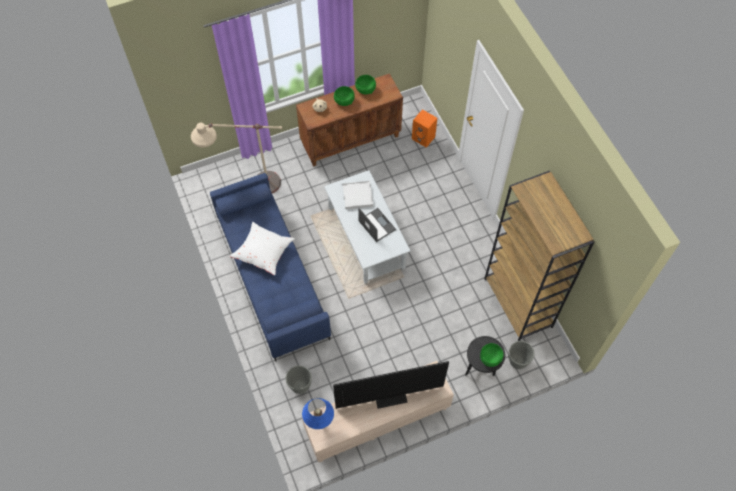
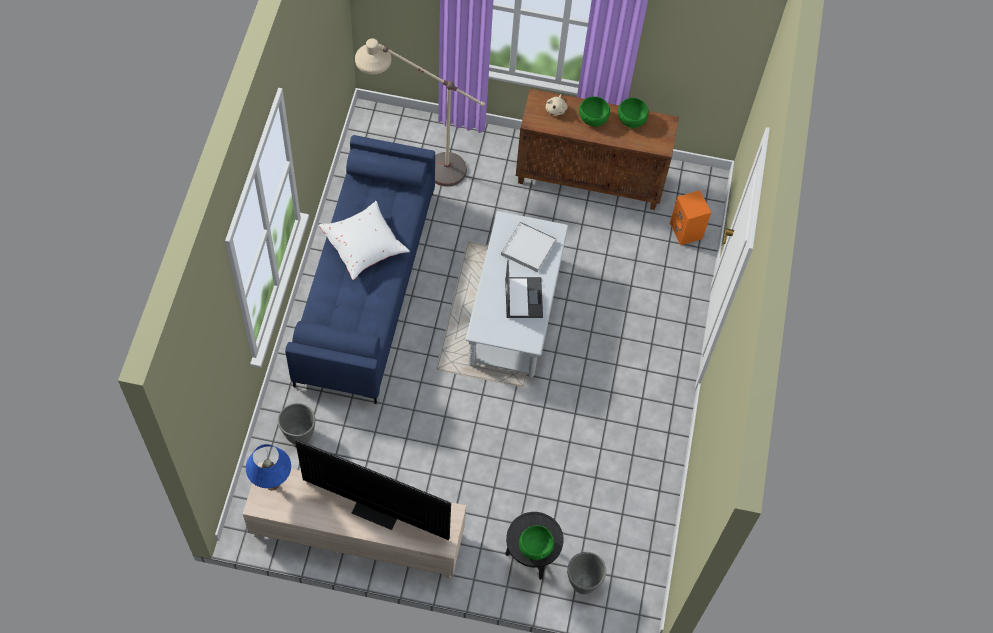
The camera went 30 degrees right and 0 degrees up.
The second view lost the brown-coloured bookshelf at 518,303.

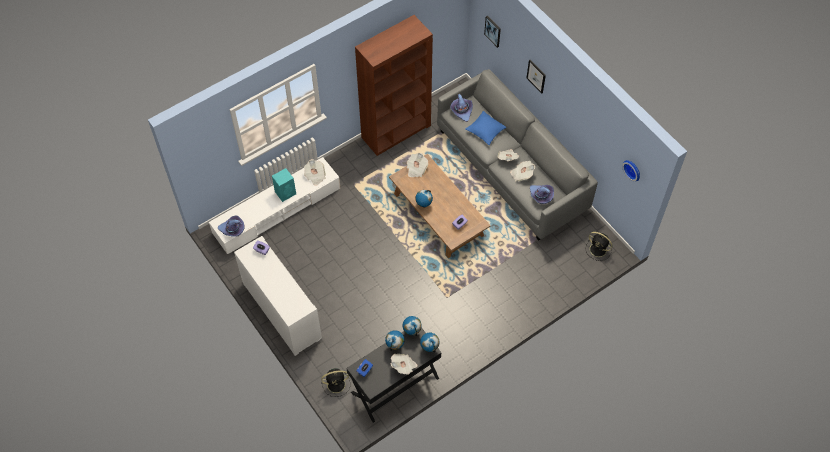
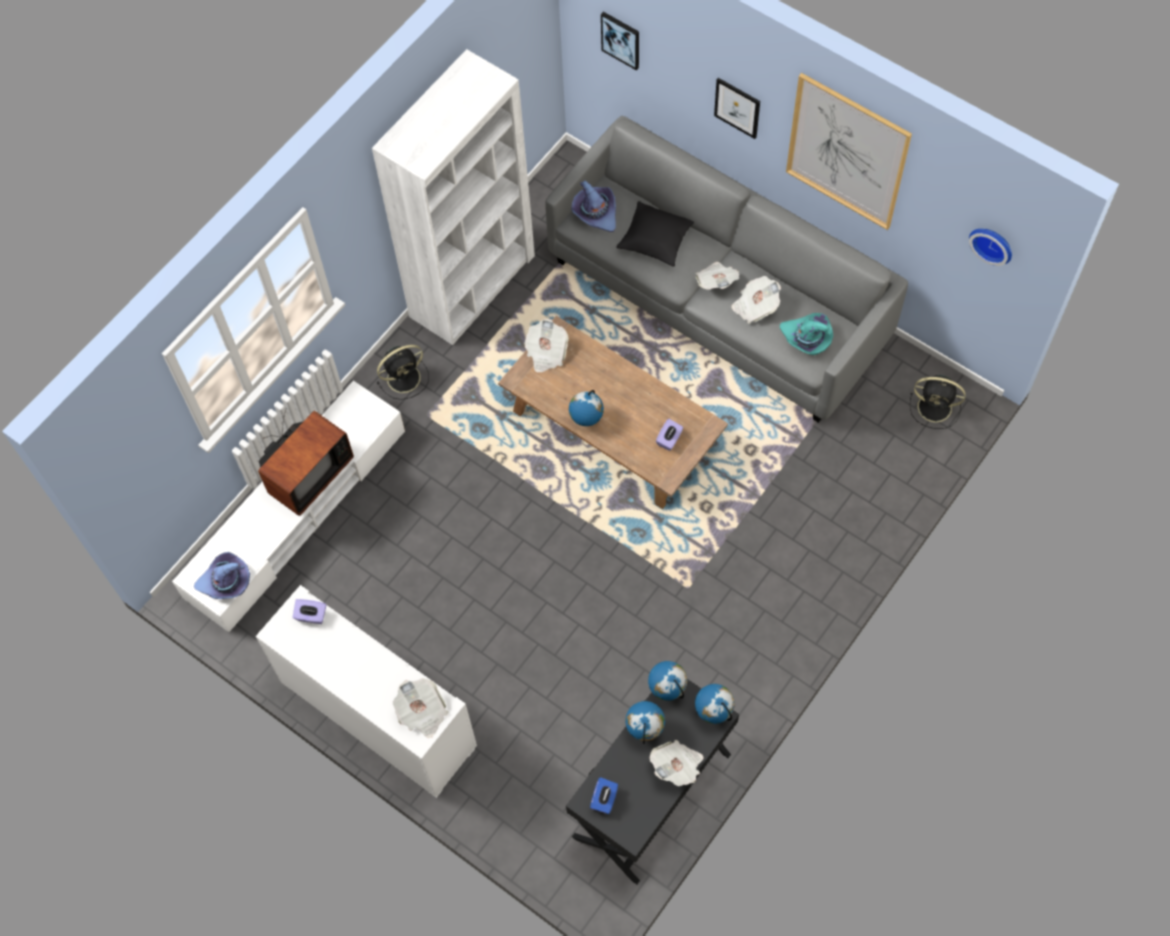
The camera went 15 degrees left and 5 degrees up.
Where the turquoise-coloured loudspeaker stood at 286,192, the television came to stand at 306,474.
The printed paper ended up elsewhere, having gone from 315,176 to 422,713.
The blackish electric fan ended up elsewhere, having gone from 337,384 to 405,377.
What was the brown-coloured bookshelf at 396,131 turned into the whitish bookshelf at 473,285.
What was the blue cushion at 485,130 turned into the blackish cushion at 655,239.
What was the purplish clothing hat at 541,196 turned into the turquoise-coloured clothing hat at 807,338.
The second view gained the picture at 847,152.

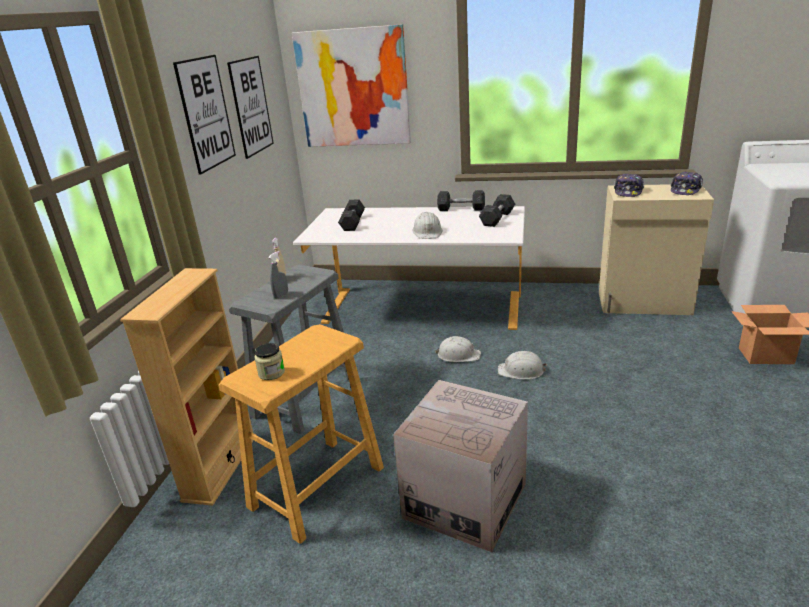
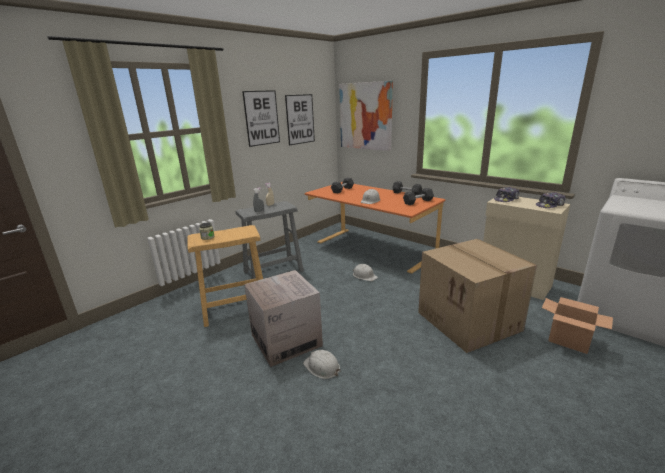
The camera went 30 degrees right and 5 degrees down.
The second view lost the beige bookshelf at 220,467.
What was the whitish desk unit at 420,310 turned into the orange-coloured desk unit at 371,249.
The whitish hard hat ended up elsewhere, having gone from 521,371 to 322,367.
The second view gained the carton at 470,321.

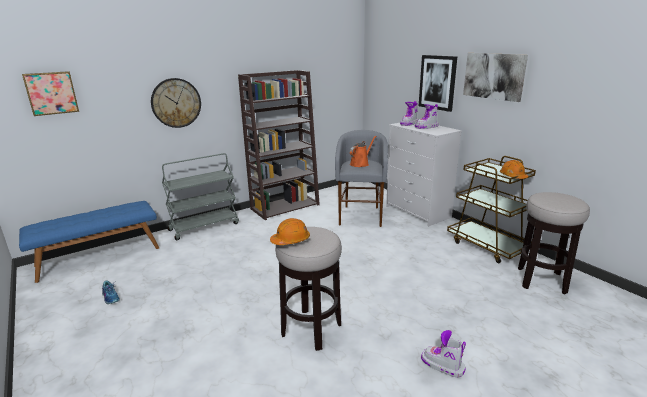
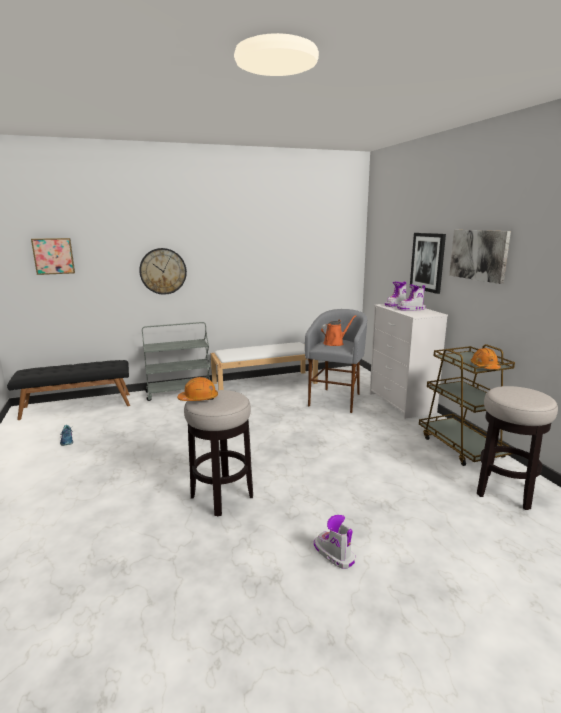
The camera went 15 degrees right and 5 degrees down.
What was the blue long seat at 99,256 turned into the blackish long seat at 77,406.
Where the brown-coloured bookshelf stood at 285,206, the whitish long seat came to stand at 265,383.

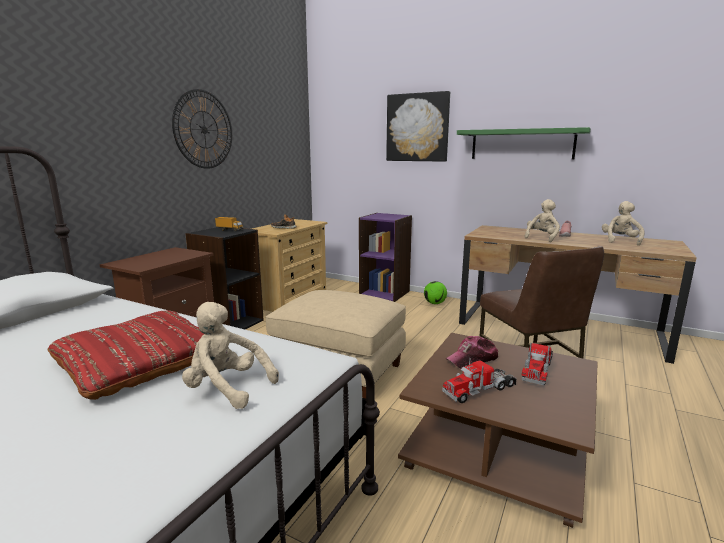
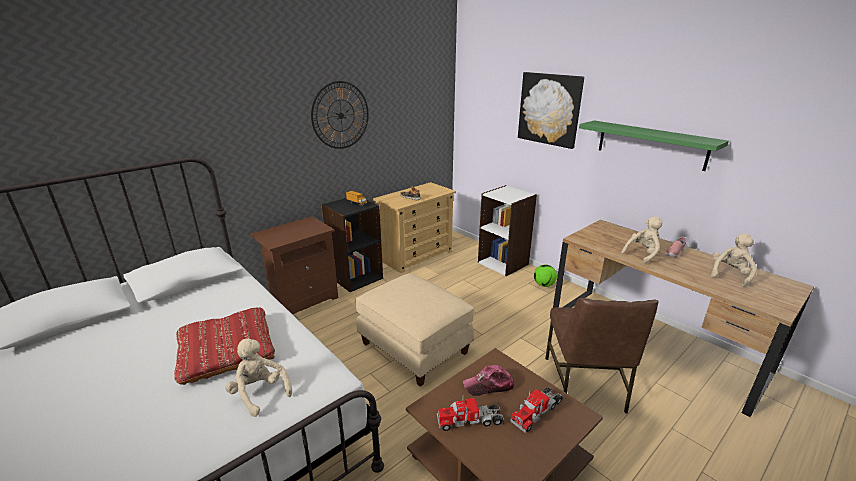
The camera went 20 degrees right and 10 degrees up.
What was the purplish bookshelf at 385,293 turned into the whitish bookshelf at 503,263.

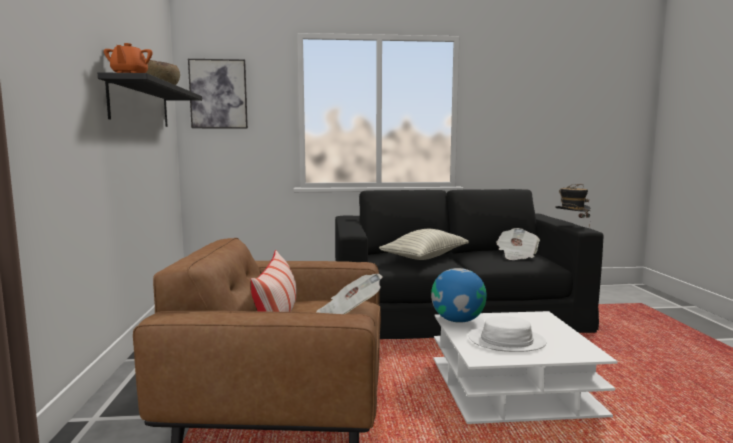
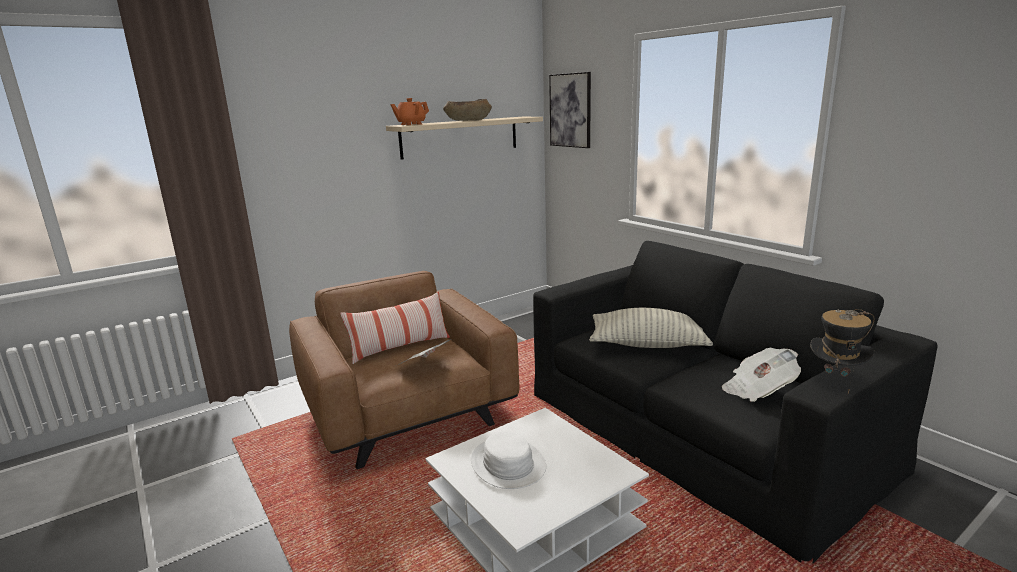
The camera went 60 degrees right and 10 degrees up.
What was the blackish shelf at 140,105 turned into the beige shelf at 460,137.
The second view lost the desk globe at 458,320.

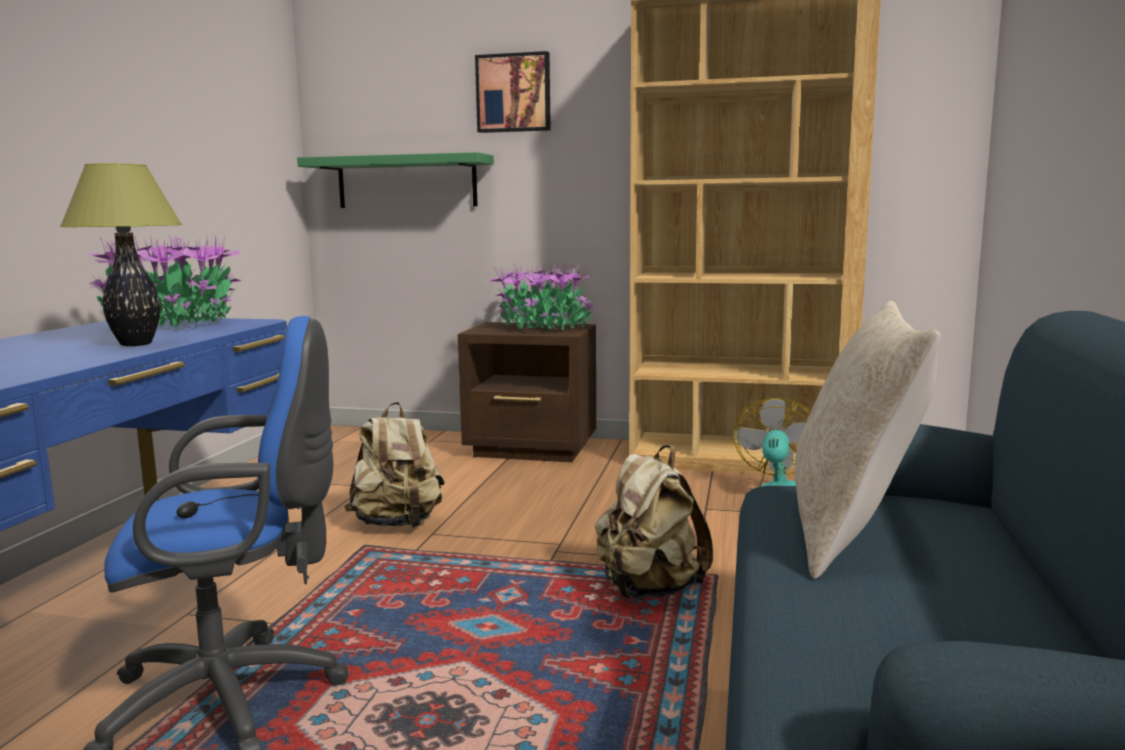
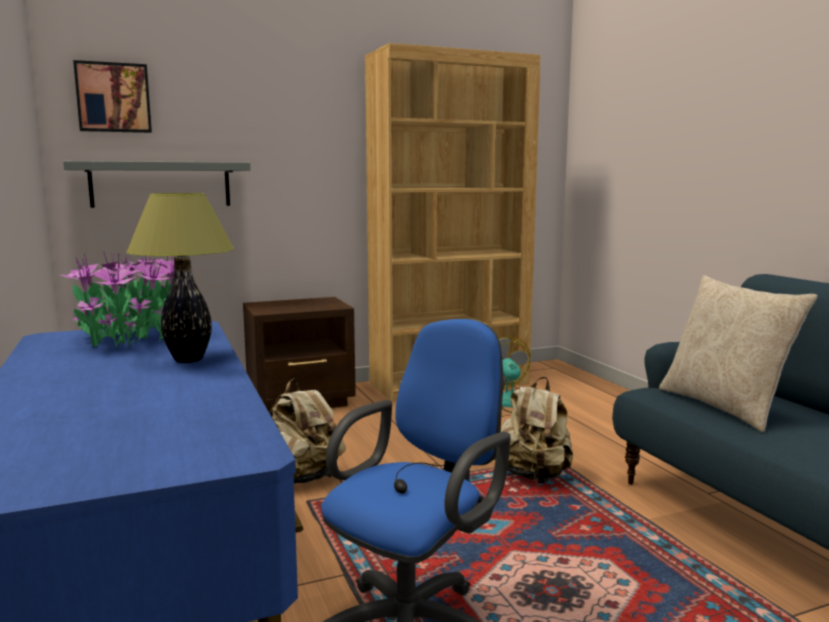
The camera went 35 degrees left and 0 degrees up.
What was the greenish shelf at 407,182 turned into the greyish shelf at 161,184.
The picture ended up elsewhere, having gone from 514,93 to 113,98.
The second view lost the houseplant at 543,328.

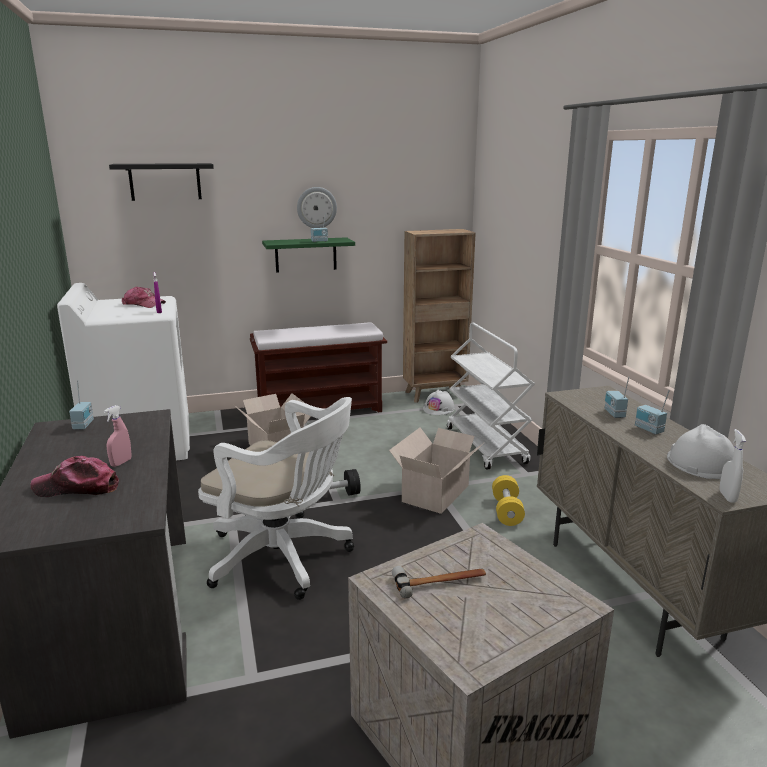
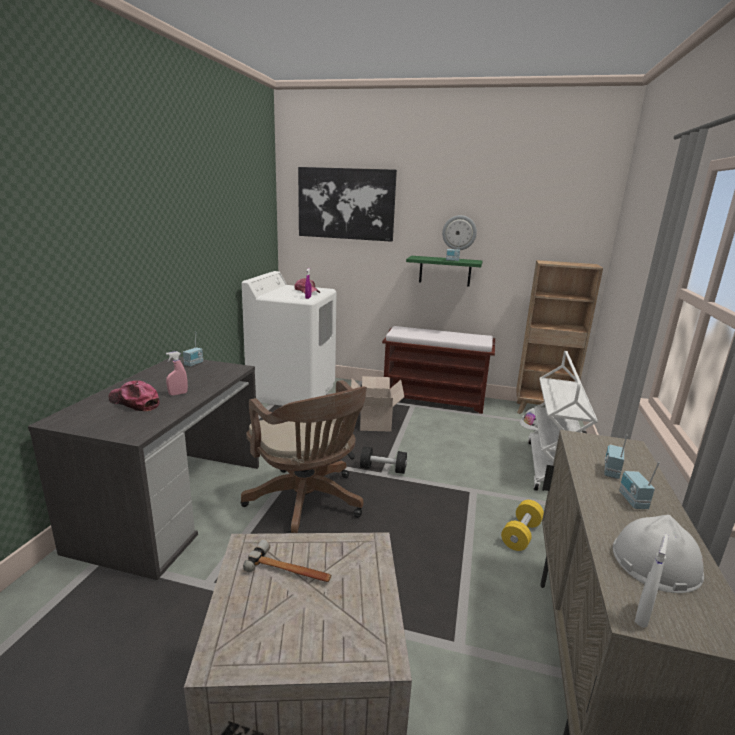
The camera went 30 degrees right and 0 degrees up.
Where the blackish shelf hung at 165,181, the picture came to hang at 346,204.
What was the whitish computer chair at 285,558 turned into the brown-coloured computer chair at 308,504.
The second view lost the carton at 437,492.

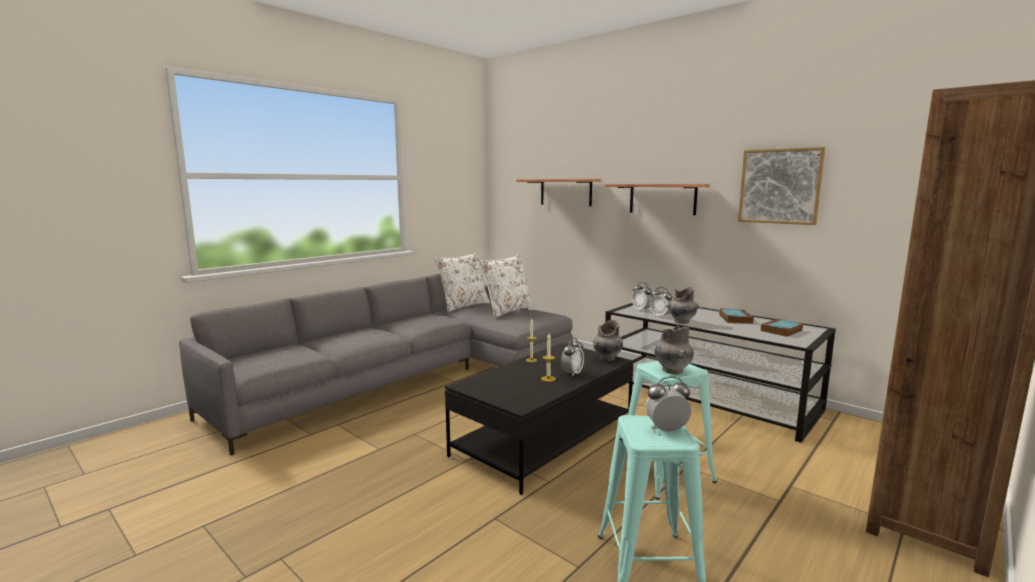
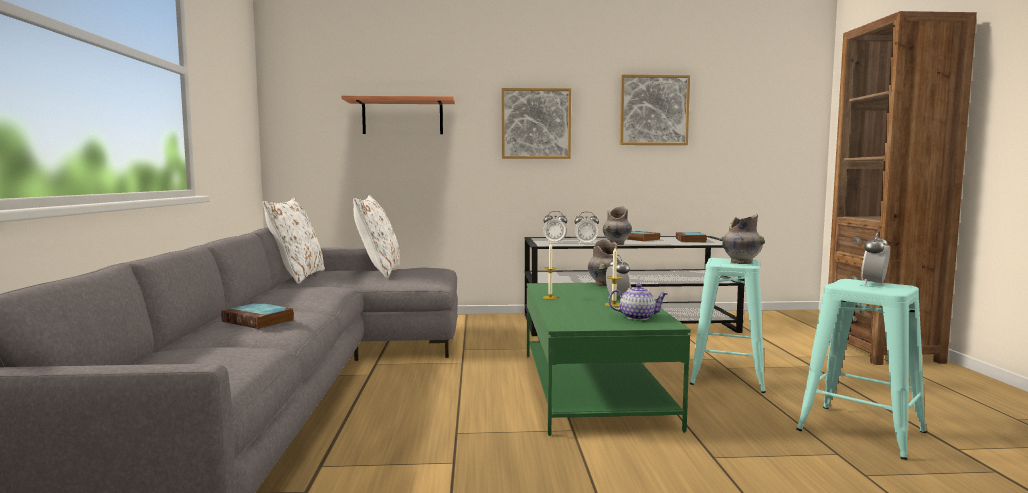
The camera went 45 degrees left and 5 degrees down.
What was the blackish lounge table at 544,438 turned into the greenish lounge table at 592,388.
Where the shelf hung at 662,198, the picture came to hang at 536,123.
The second view gained the bound book at 259,321.
The second view gained the pot for tea at 637,317.

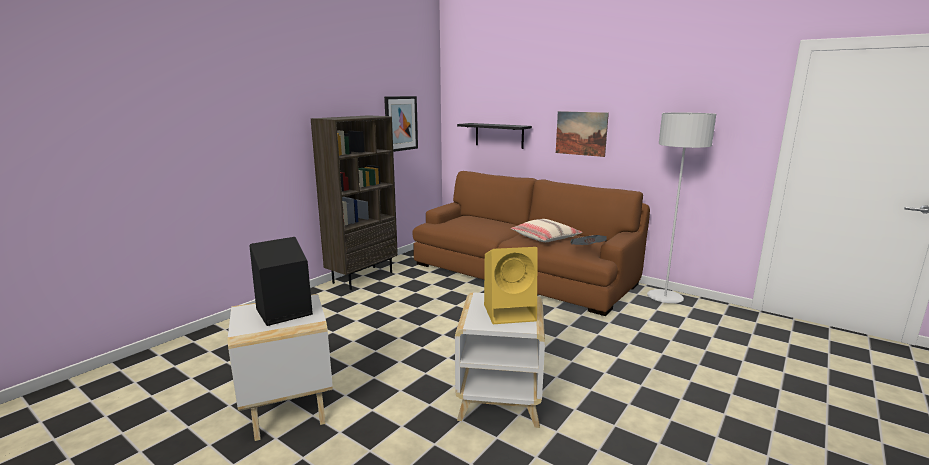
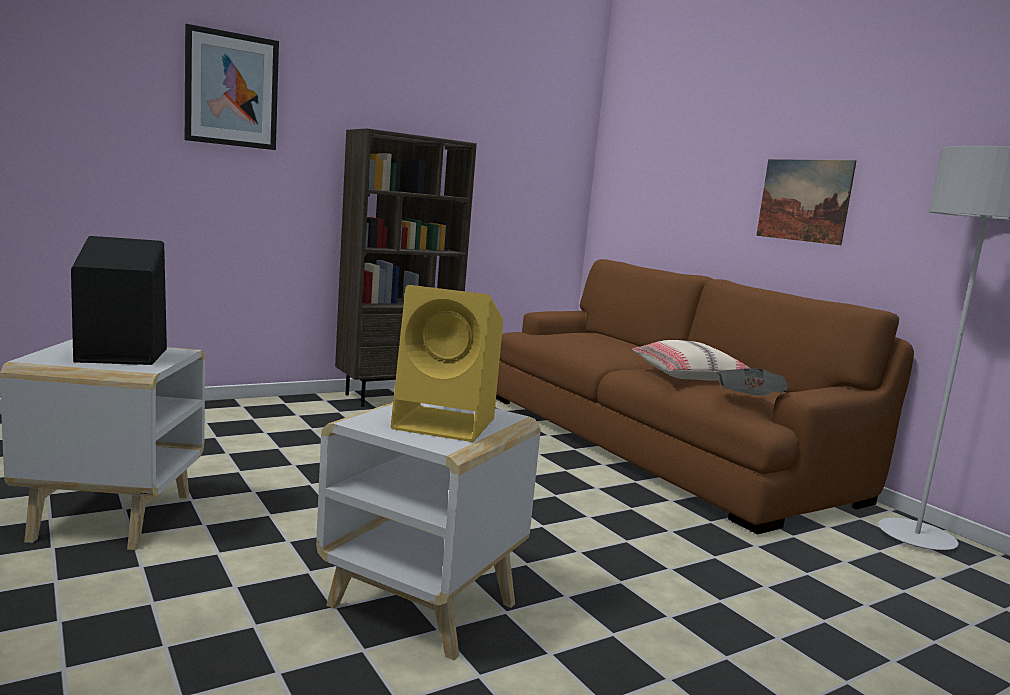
The camera went 20 degrees right and 5 degrees down.
The picture ended up elsewhere, having gone from 401,123 to 231,90.
The second view lost the blackish shelf at 499,135.

